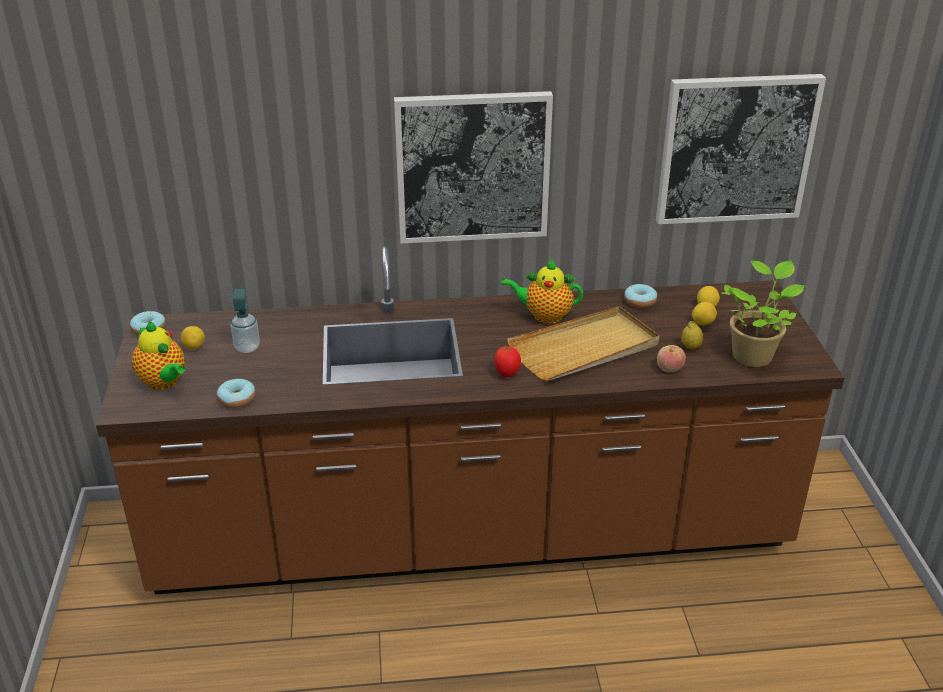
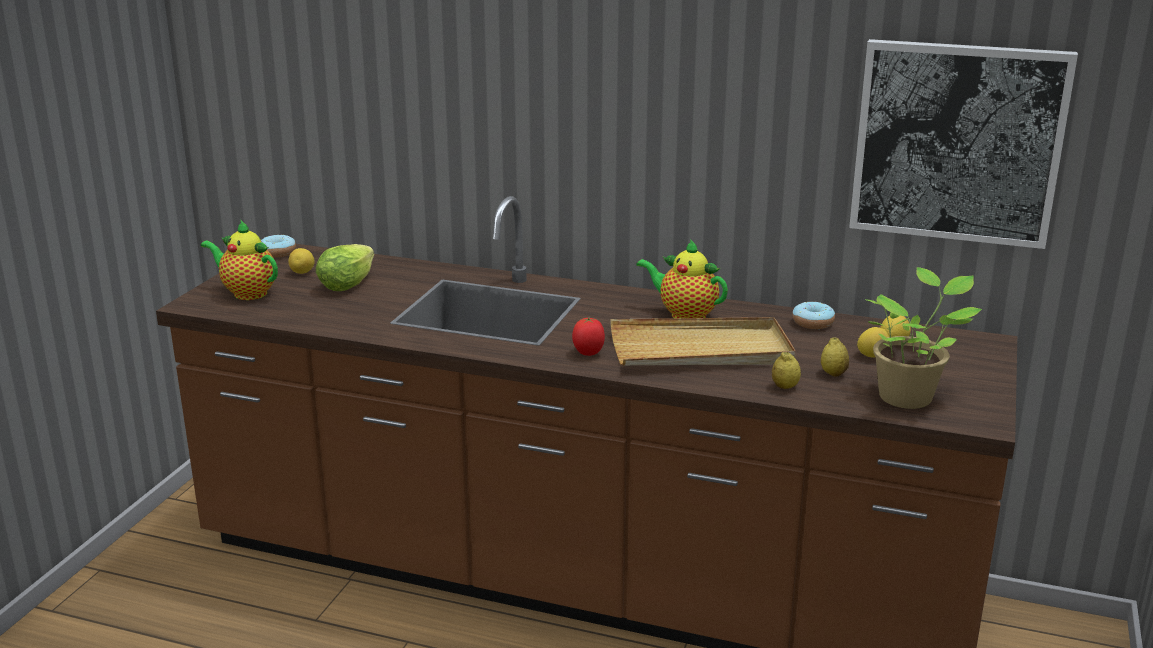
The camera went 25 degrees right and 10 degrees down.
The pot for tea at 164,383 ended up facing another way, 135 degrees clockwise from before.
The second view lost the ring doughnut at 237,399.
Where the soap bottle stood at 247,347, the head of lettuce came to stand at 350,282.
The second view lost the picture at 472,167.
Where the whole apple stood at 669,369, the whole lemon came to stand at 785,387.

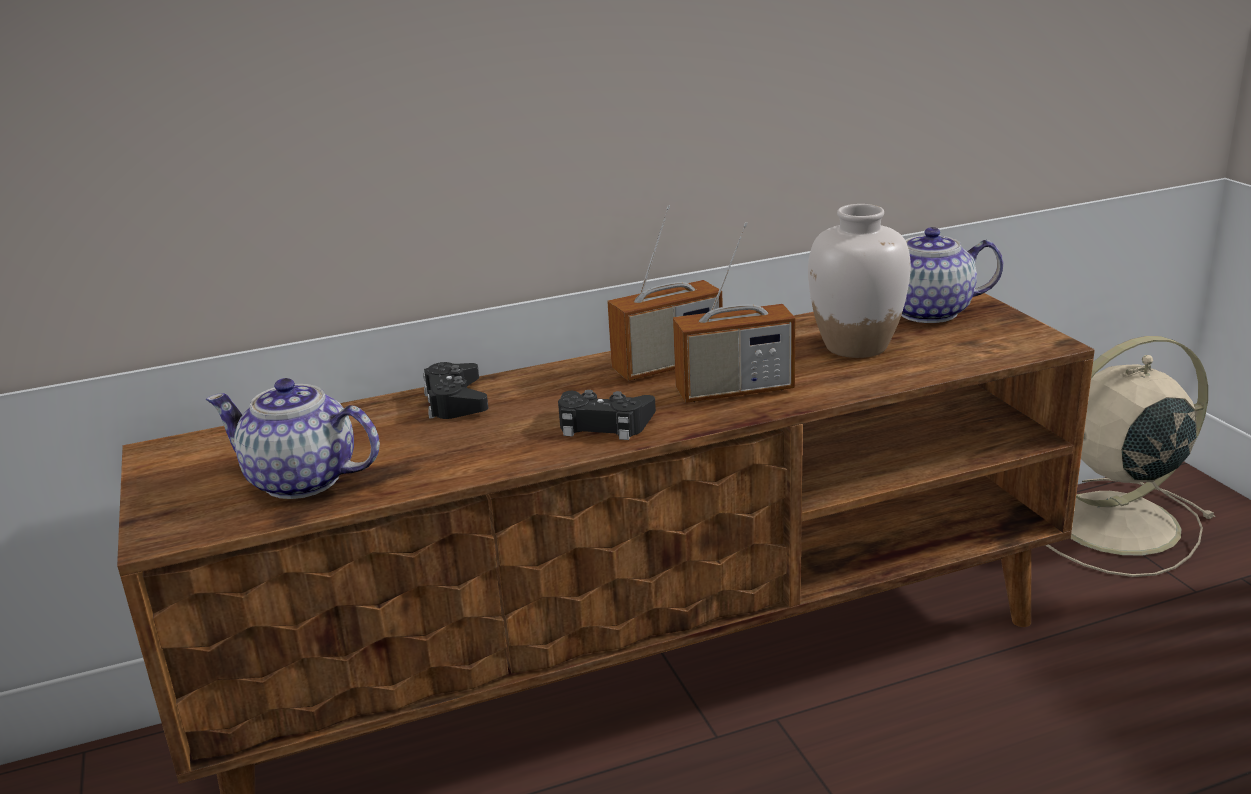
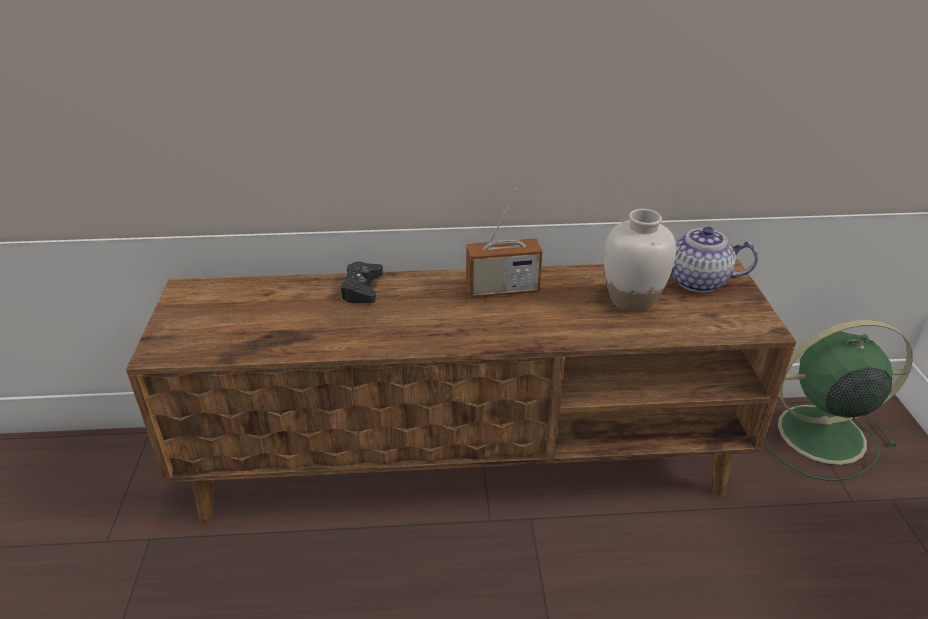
The camera went 15 degrees right and 10 degrees up.
The second view lost the pot for tea at 302,481.
The second view lost the blackish game controller at 603,424.
The second view lost the radio at 734,390.
What was the beige electric fan at 1111,525 turned into the greenish electric fan at 817,434.

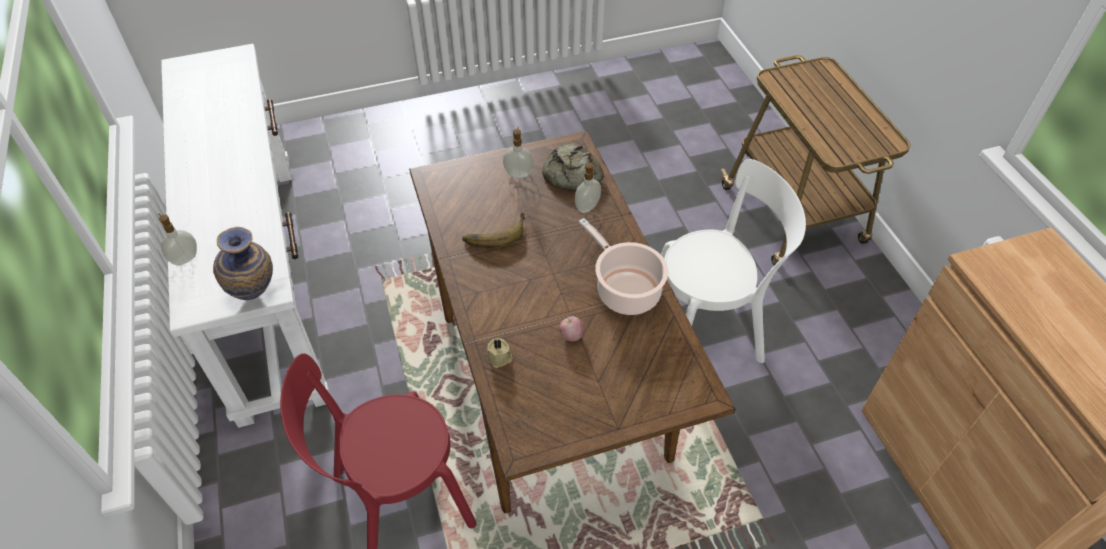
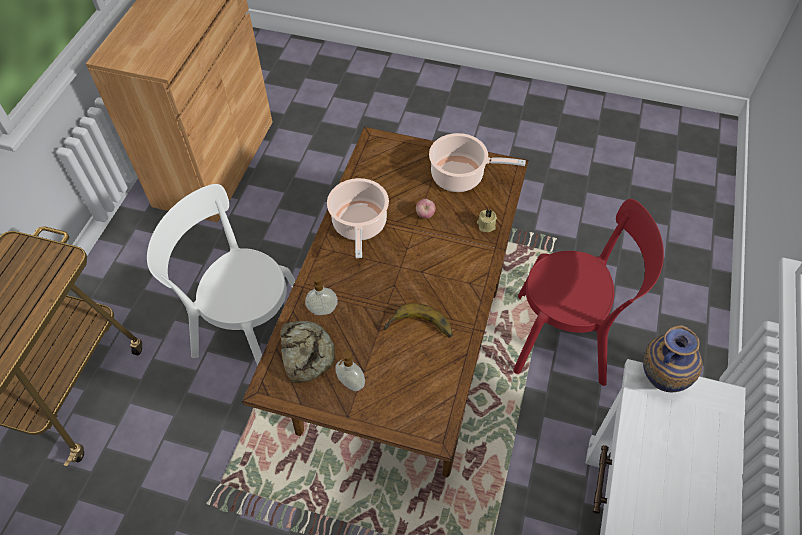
The camera went 145 degrees left and 5 degrees up.
The second view lost the soap bottle at 185,258.
The second view gained the stockpot at 461,176.

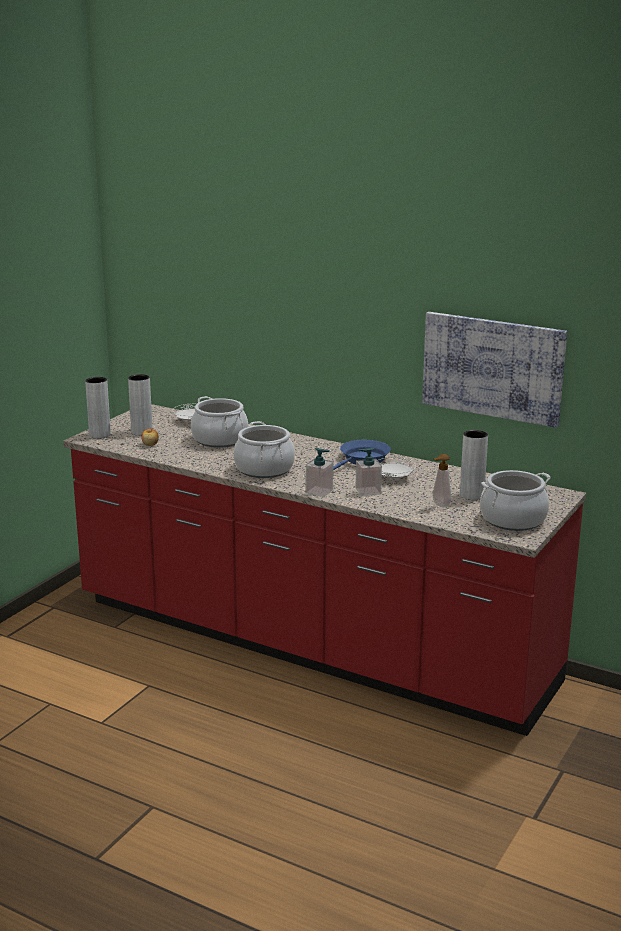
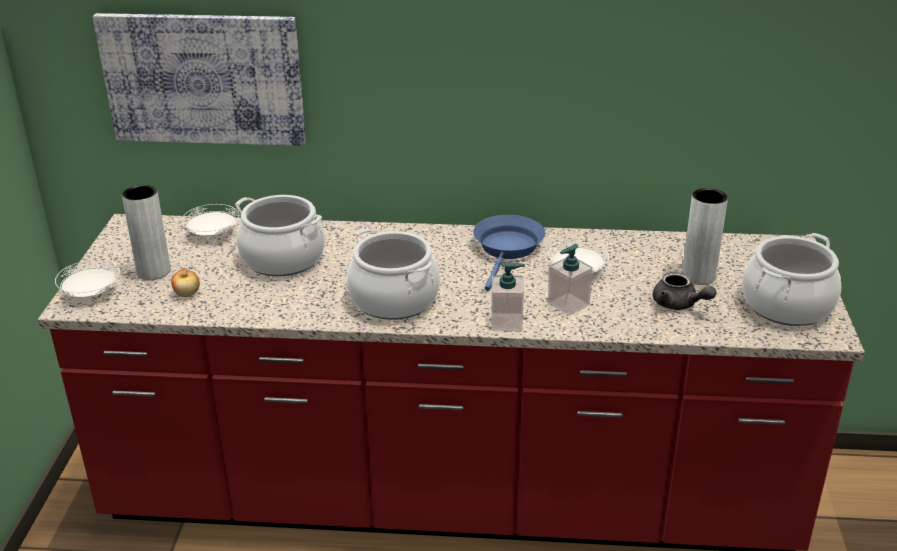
The camera went 25 degrees left and 10 degrees up.
Where the greyish flower vase stood at 100,435, the whitish dinner plate came to stand at 91,293.
The picture ended up elsewhere, having gone from 493,367 to 203,79.
Where the soap bottle stood at 439,505, the greyish pot for tea came to stand at 679,304.

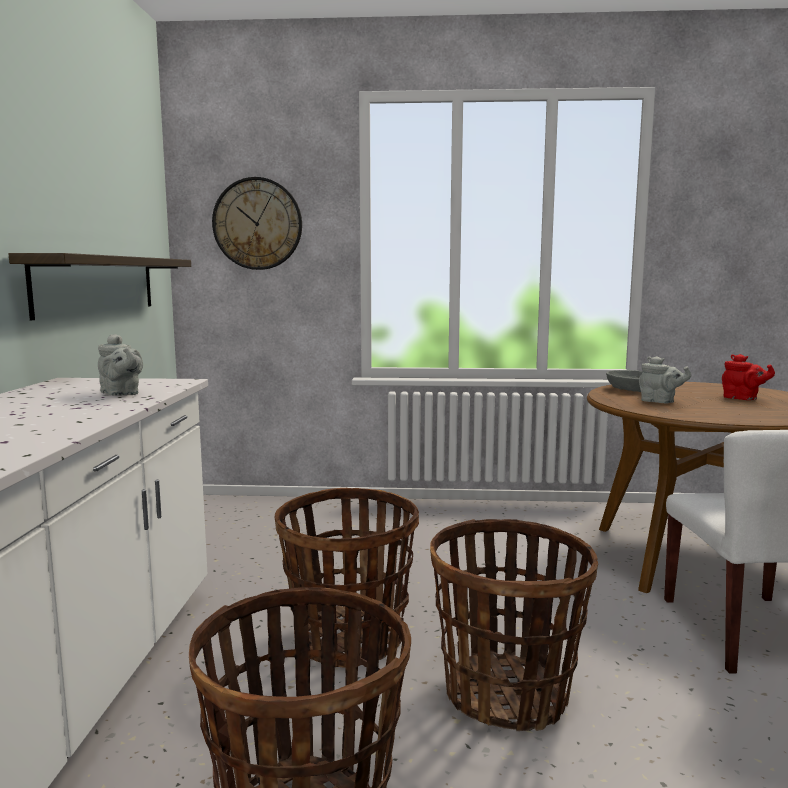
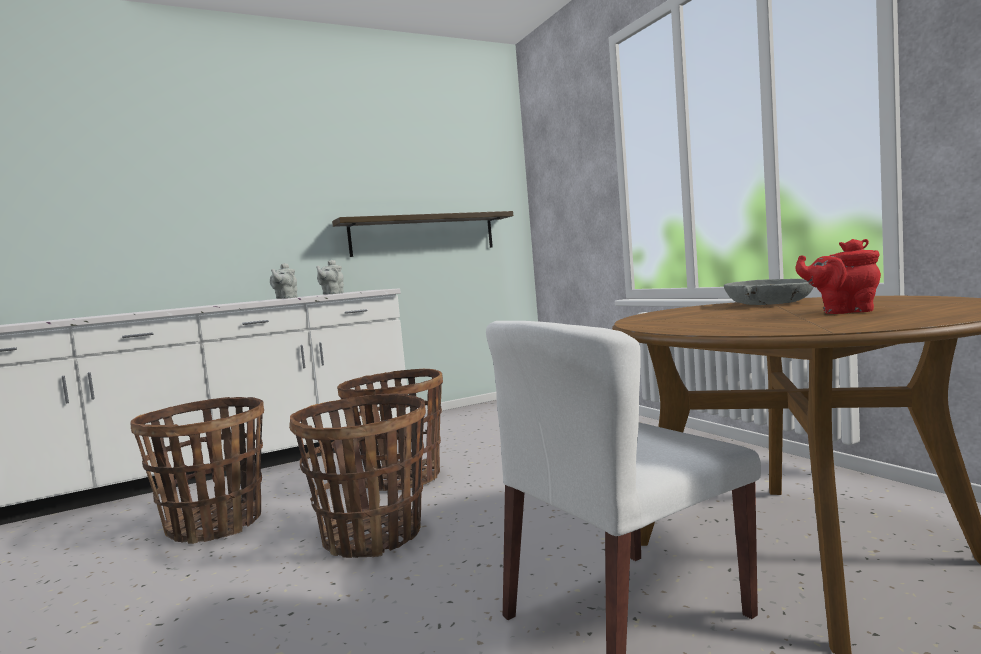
The camera went 60 degrees right and 5 degrees down.
The second view lost the hanging clock at 257,224.
The greyish pot for tea ended up elsewhere, having gone from 660,402 to 285,298.
The red-coloured pot for tea at 742,399 ended up facing another way, 90 degrees clockwise from before.

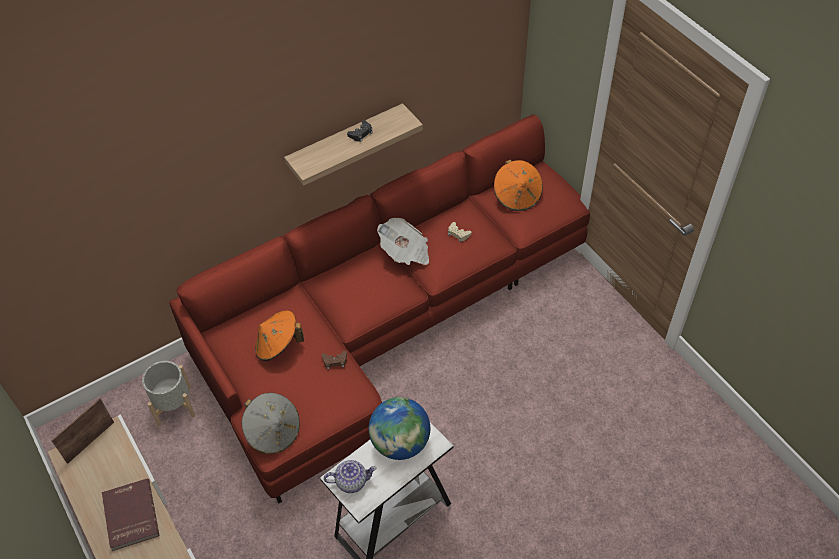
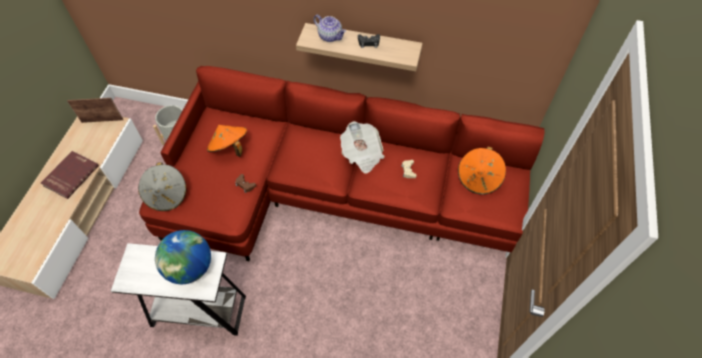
The camera went 45 degrees right and 5 degrees up.
The pot for tea ended up elsewhere, having gone from 351,481 to 330,36.

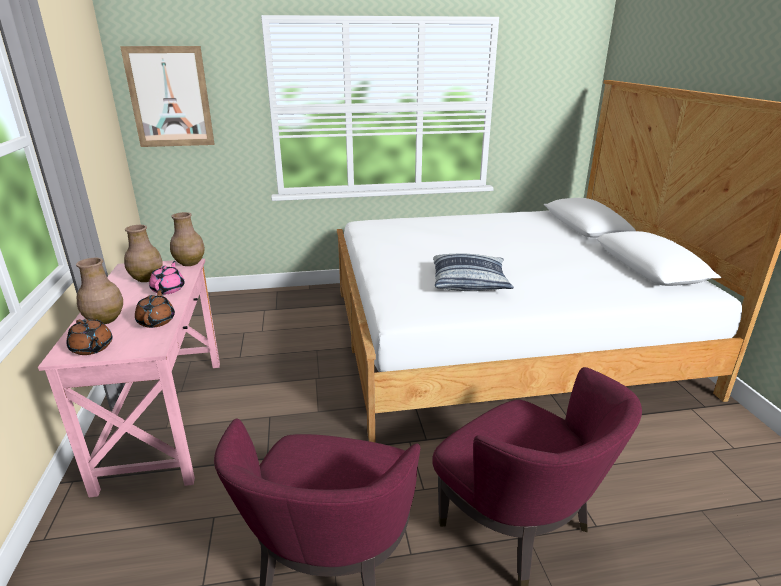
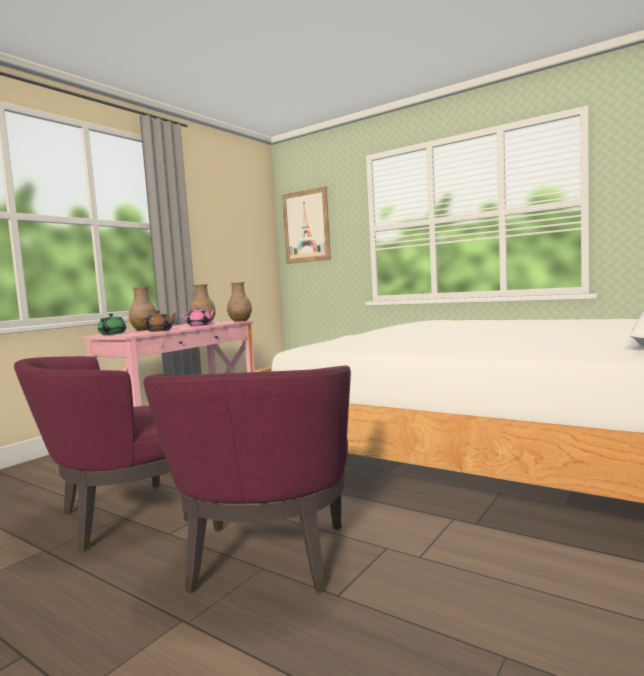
The camera went 45 degrees right and 20 degrees down.
What was the brown-coloured pot for tea at 92,348 turned into the greenish pot for tea at 112,334.
The second view lost the cushion at 470,282.

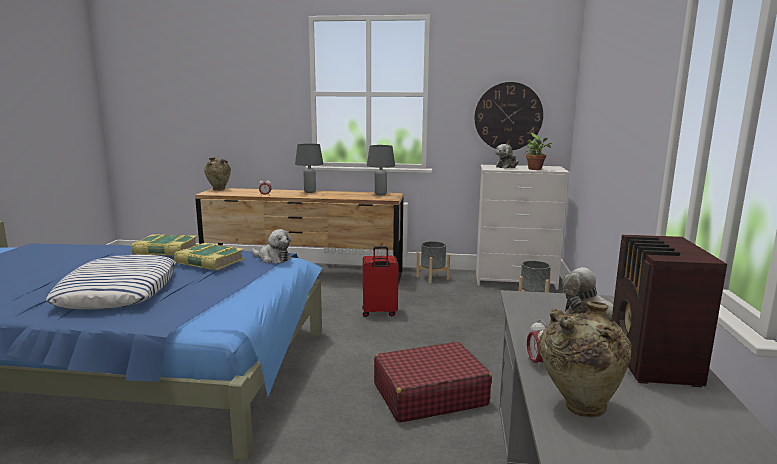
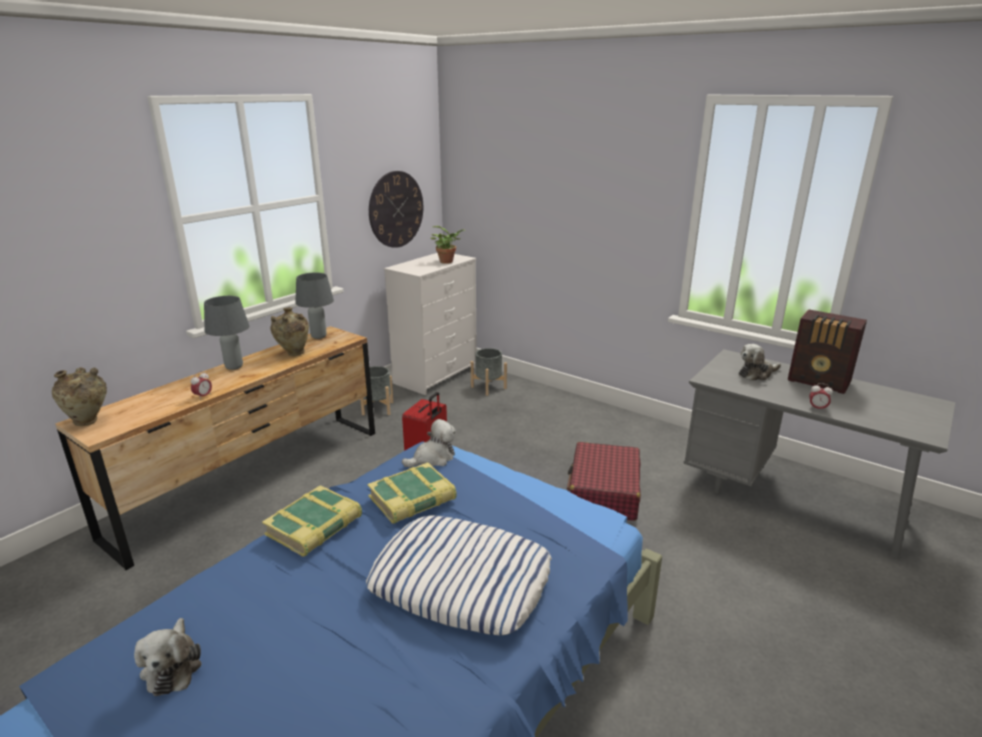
The camera went 60 degrees left and 10 degrees up.
The plush toy ended up elsewhere, having gone from 506,167 to 173,666.
The beige flower vase ended up elsewhere, having gone from 578,408 to 293,354.

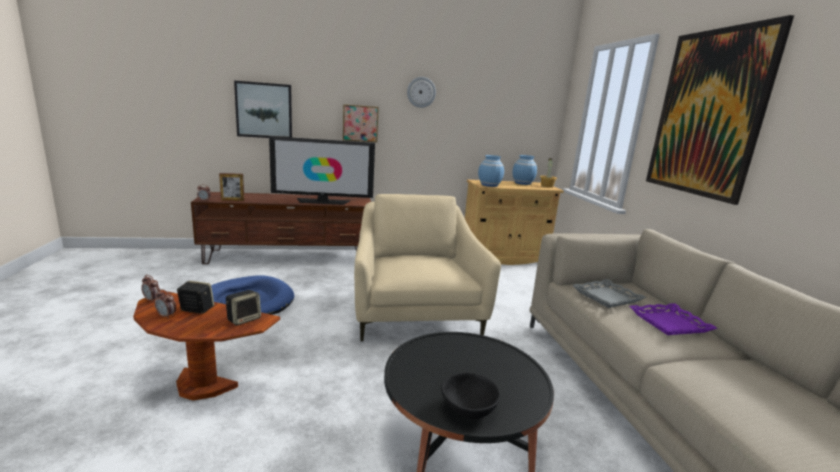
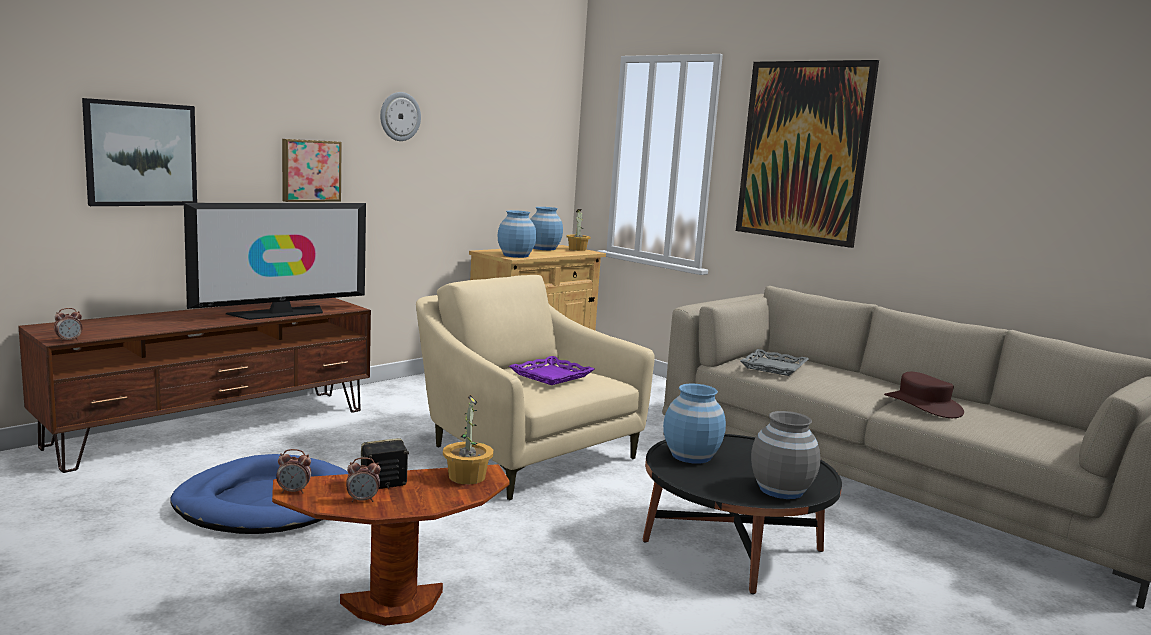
The camera went 35 degrees left and 5 degrees down.
The second view lost the standing frame at 232,200.
Where the loudspeaker stood at 244,319, the houseplant came to stand at 466,477.
Where the blackish deep dish stood at 467,408, the greyish flower vase came to stand at 781,490.
The purplish tray ended up elsewhere, having gone from 670,323 to 551,376.
The second view gained the blue flower vase at 691,456.
The second view gained the brown-coloured clothing hat at 923,405.

